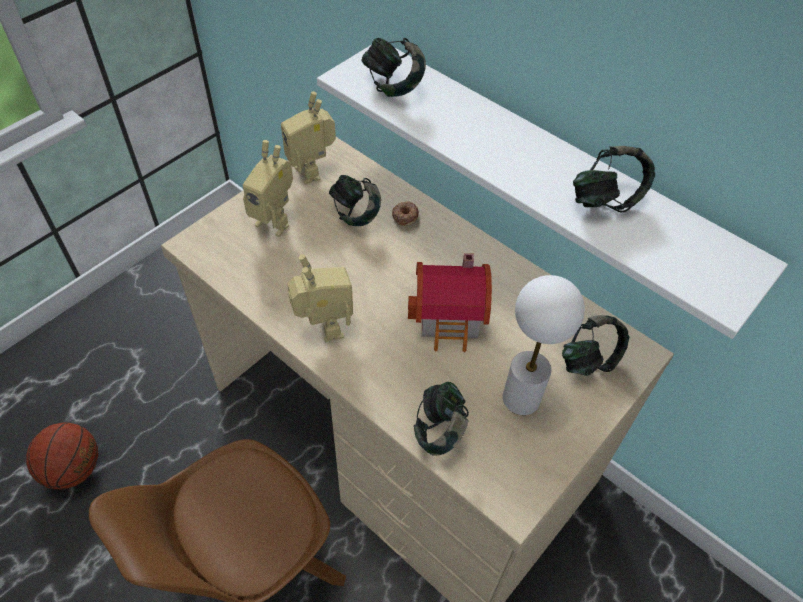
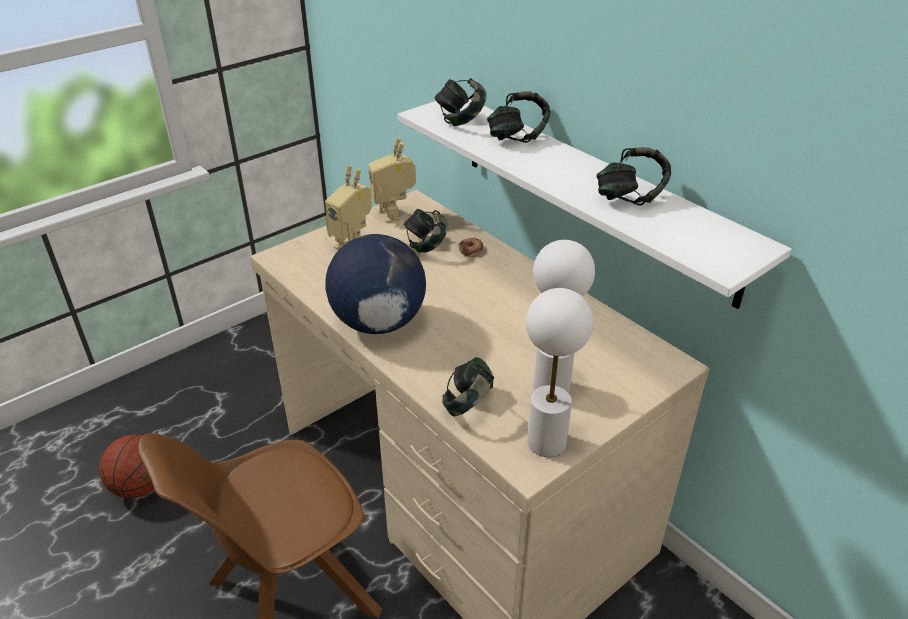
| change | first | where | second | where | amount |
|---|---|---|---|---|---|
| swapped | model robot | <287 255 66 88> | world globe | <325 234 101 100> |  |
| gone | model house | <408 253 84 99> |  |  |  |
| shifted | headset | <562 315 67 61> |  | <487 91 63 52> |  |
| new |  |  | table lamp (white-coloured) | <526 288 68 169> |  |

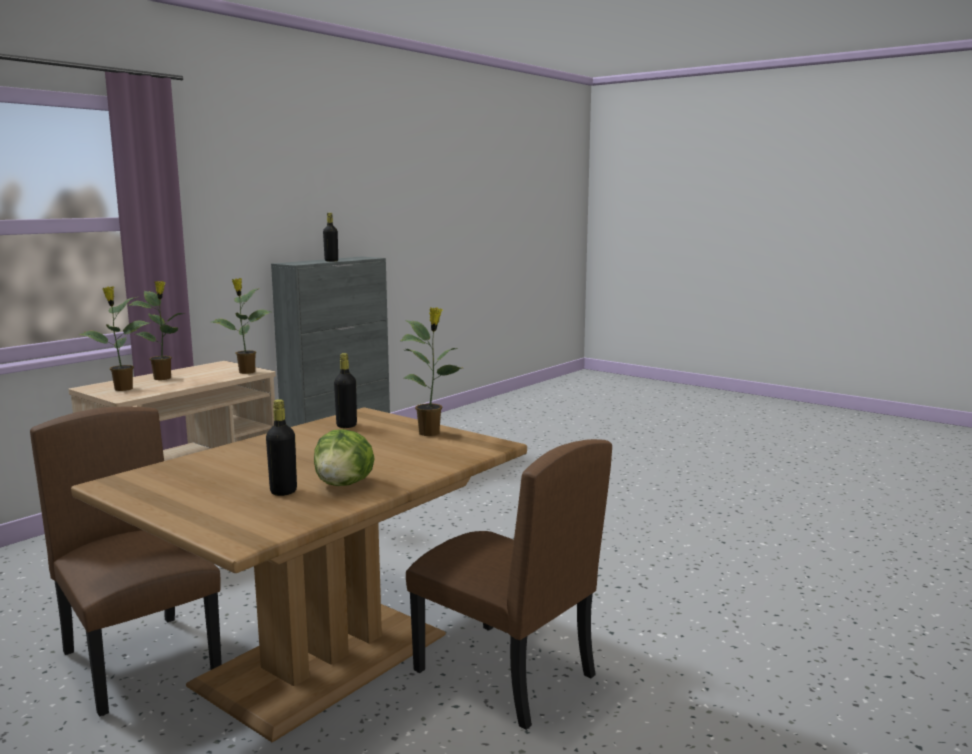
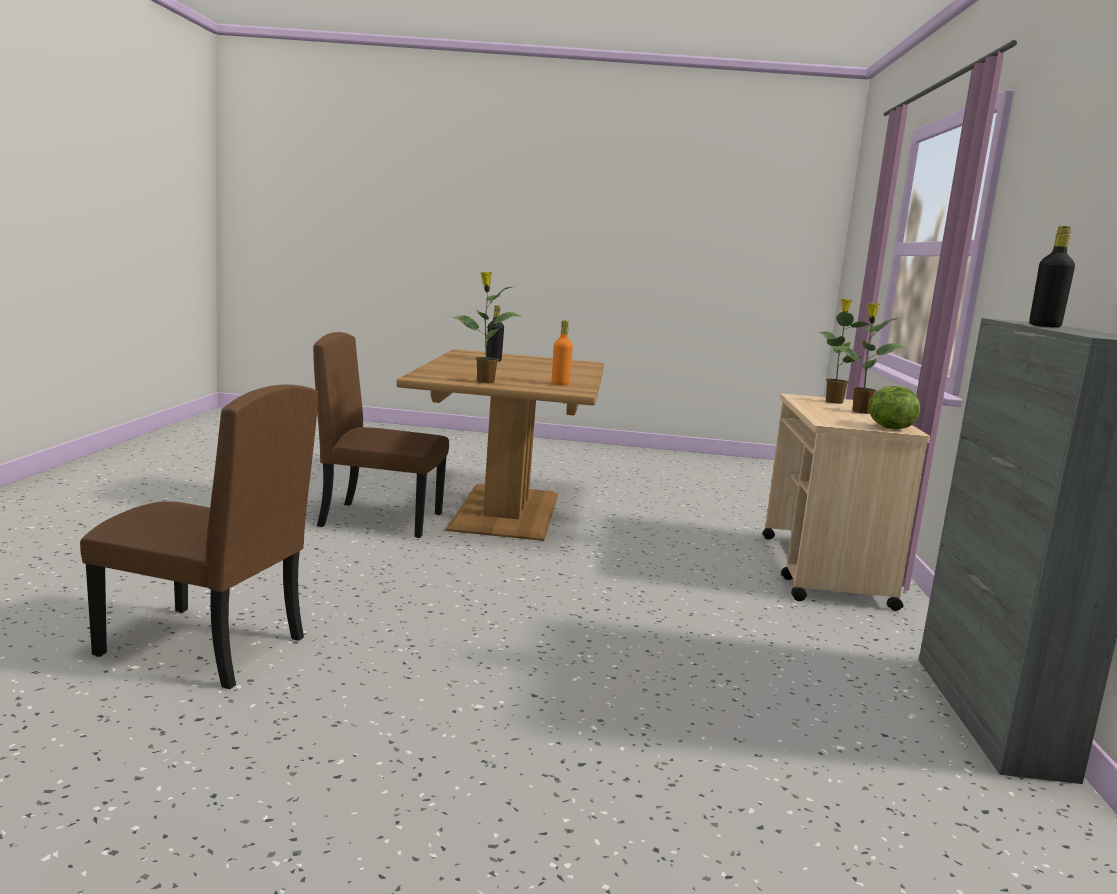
| change | first | where | second | where | amount |
|---|---|---|---|---|---|
| shifted | chair (brown) | <30 406 192 310> |  | <80 385 238 304> |  |
| gone | potted plant | <212 278 60 96> |  |  |  |
| shifted | head of lettuce | <314 429 60 57> |  | <869 386 51 43> |  |
| repainted | bottle (black) | <334 353 23 75> | bottle (orange-coloured) | <552 321 21 65> |  |

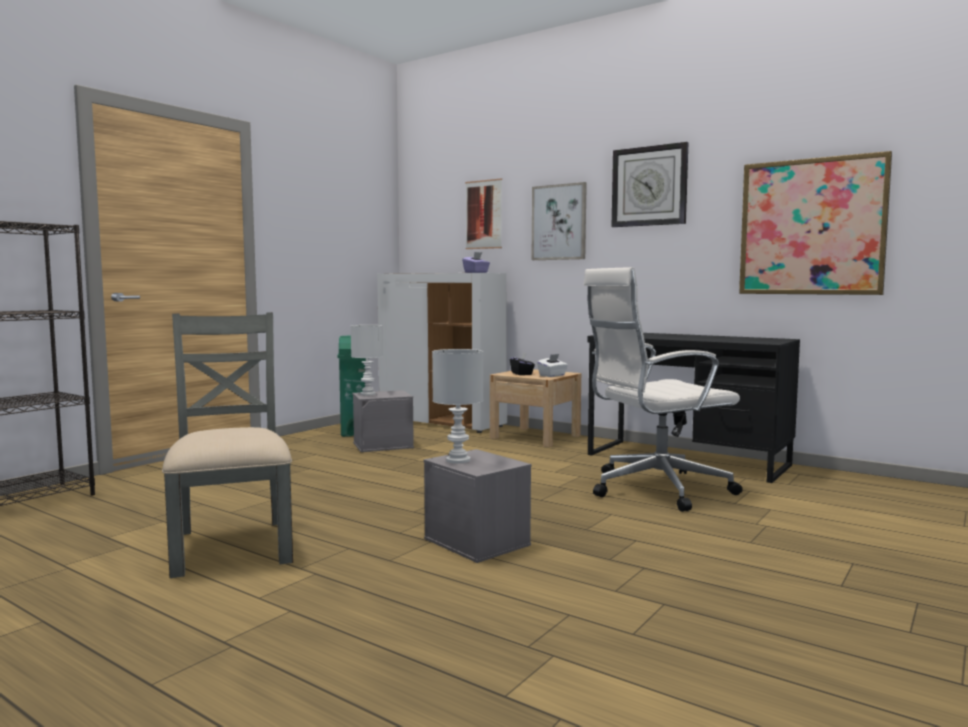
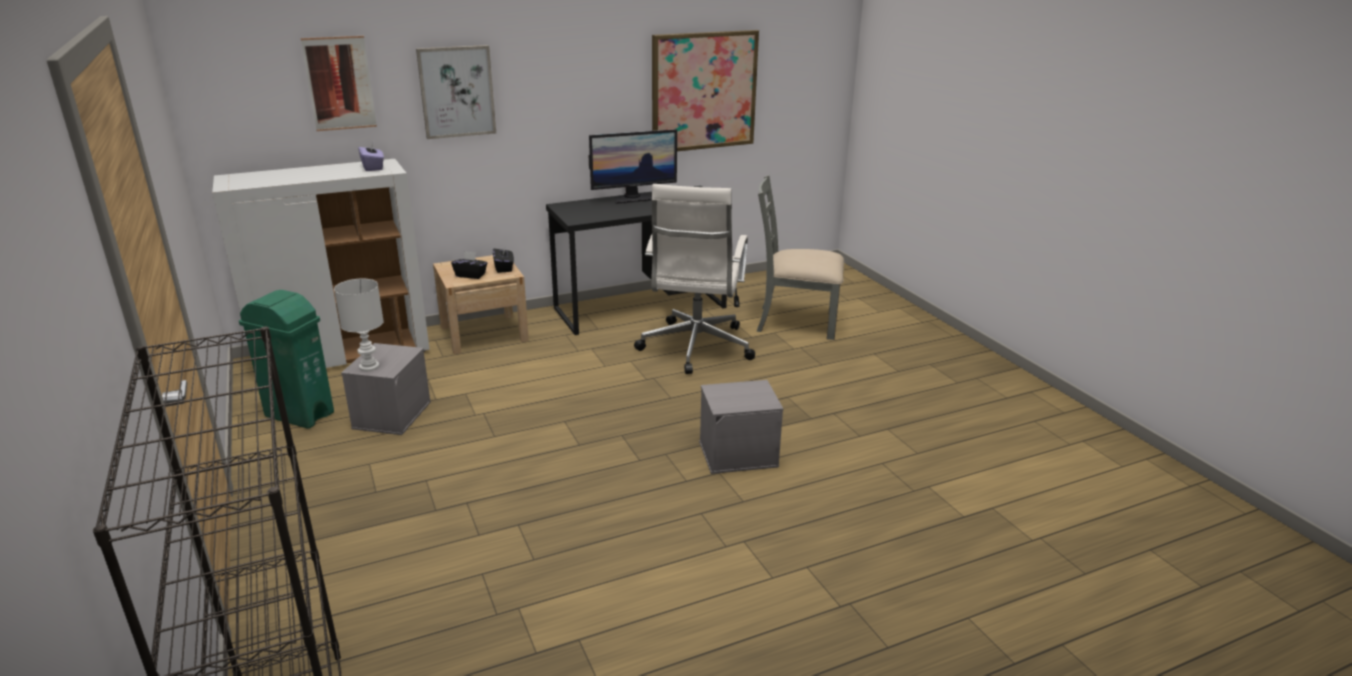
| change | first | where | second | where | amount |
|---|---|---|---|---|---|
| shifted | chair (gray) | <162 312 131 266> |  | <757 175 87 165> |  |
| gone | table lamp (white-coloured) | <432 349 51 115> |  |  |  |
| repainted | tissue box (white-coloured) | <537 354 31 23> | tissue box (black) | <493 245 21 28> |  |
| gone | hanging clock | <612 142 76 85> |  |  |  |
| new |  |  | monitor | <589 129 88 75> |  |

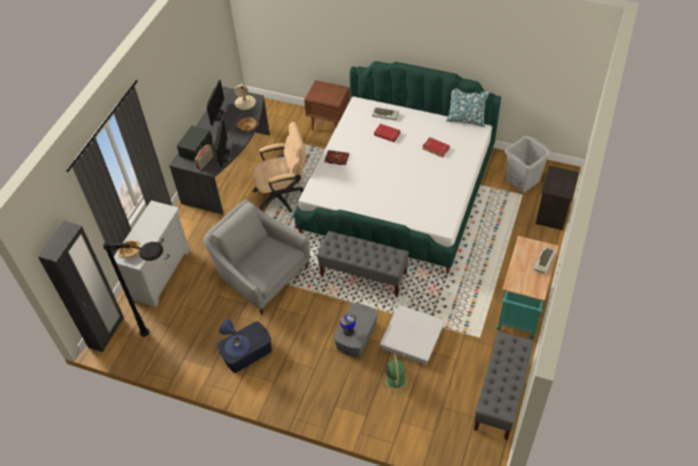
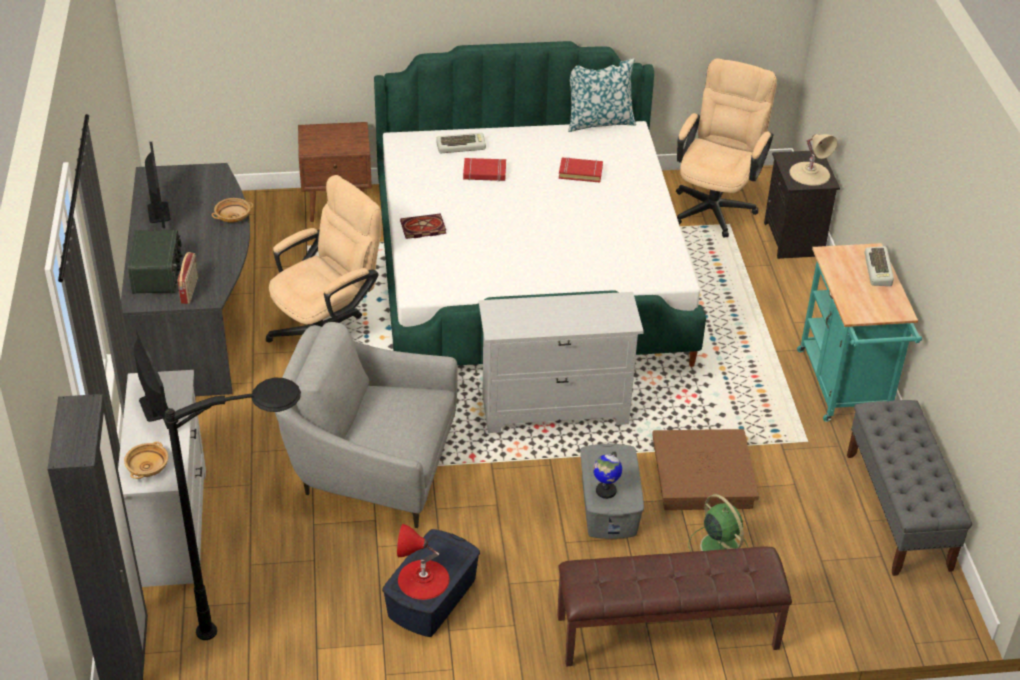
| change | first | where | second | where | amount |
|---|---|---|---|---|---|
| shifted | monitor | <215 119 15 49> |  | <134 327 35 102> |  |
| repainted | table lamp (blue) | <219 319 31 38> | table lamp (red) | <397 524 53 76> |  |
| shifted | table lamp (sand-coloured) | <234 83 22 27> |  | <789 134 48 52> |  |
| swapped | bench (gray) | <317 231 92 65> | chest of drawers (white-coloured) | <479 292 165 141> |  |
| repainted | storage container (white-coloured) | <380 305 65 60> | storage container (brown) | <652 429 107 81> |  |
| swapped | hamper (gray) | <504 136 47 57> | computer chair (sand-coloured) | <676 58 101 180> |  |
| new |  |  | bench (brown) | <557 547 235 119> |  |

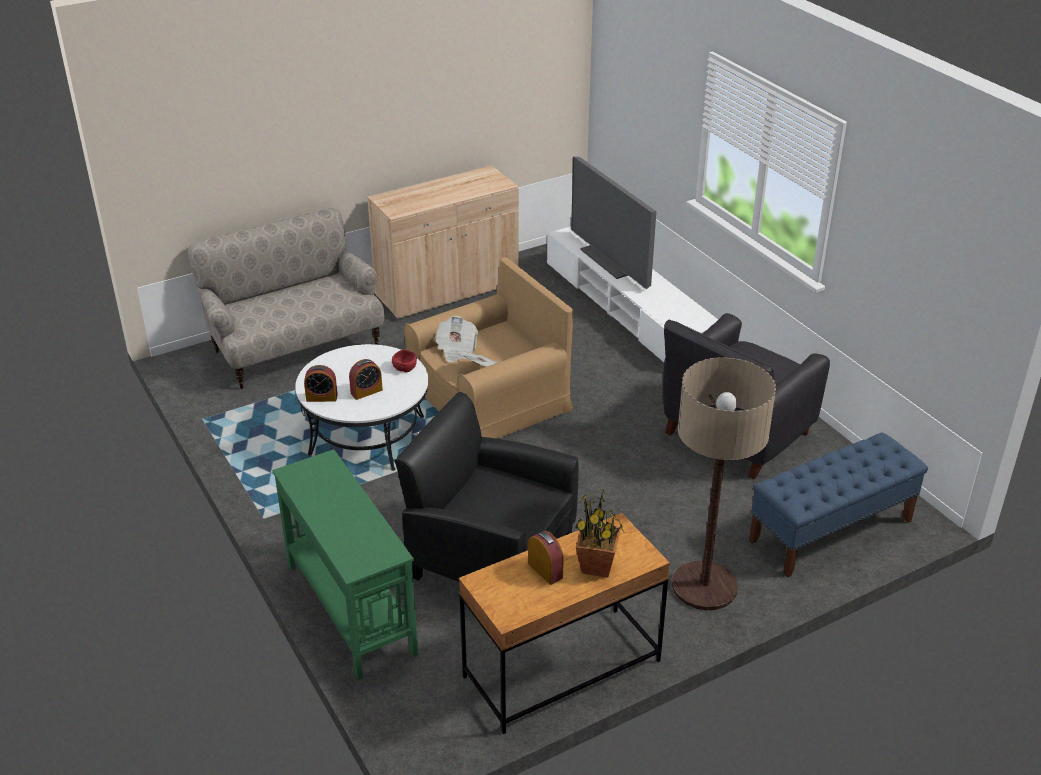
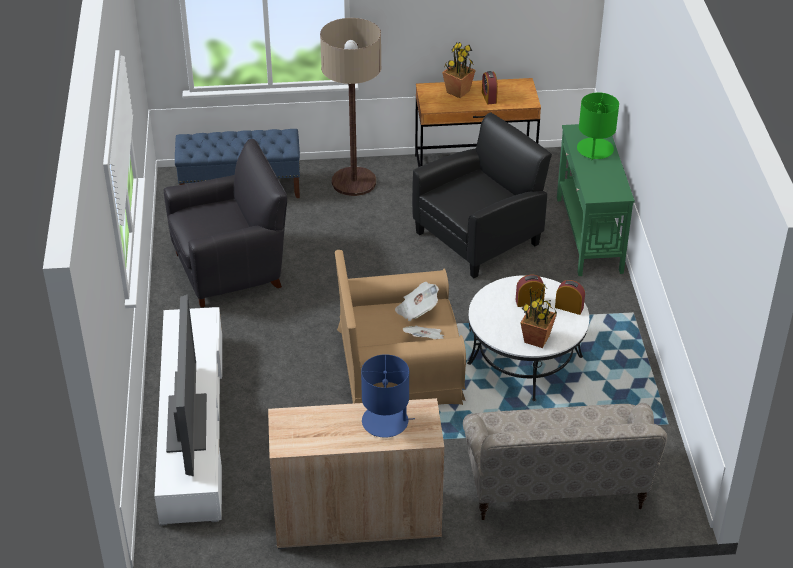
| change | first | where | second | where | amount |
|---|---|---|---|---|---|
| gone | serving bowl (red) | <392 350 25 22> |  |  |  |
| rotated | armchair (black) | <395 392 183 190> |  | <412 113 140 165> | 90 degrees counterclockwise |
| new |  |  | table lamp (blue) | <361 354 54 84> |  |
| new |  |  | potted plant | <520 282 37 66> |  |
| new |  |  | table lamp (greenish) | <577 92 42 69> |  |

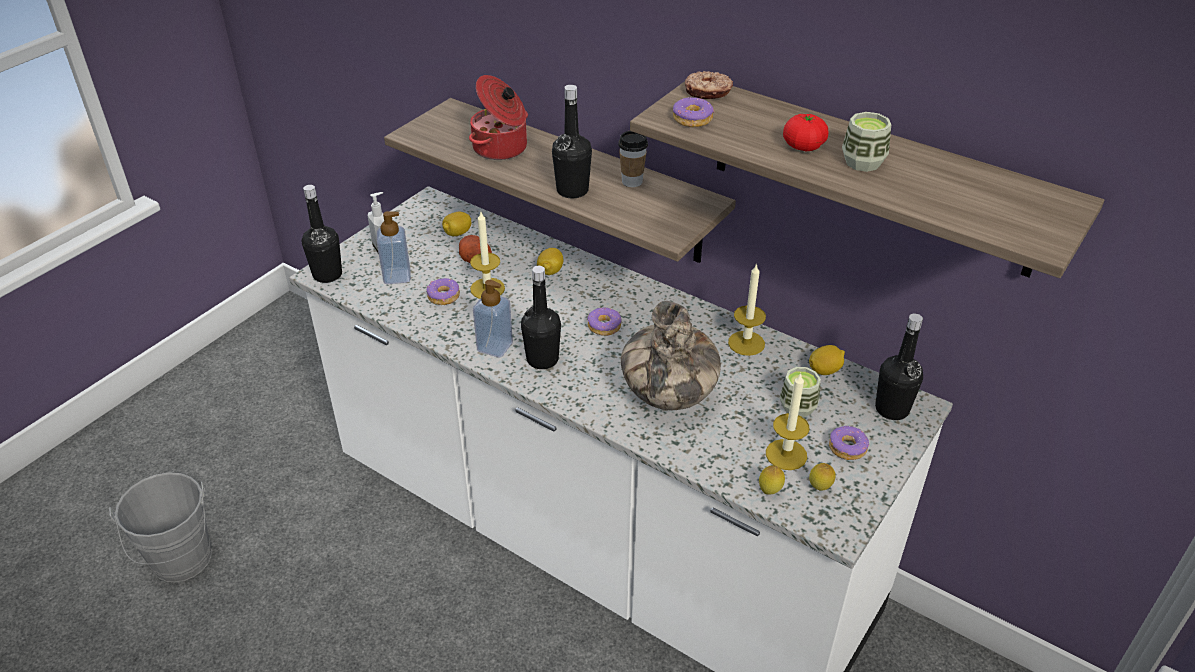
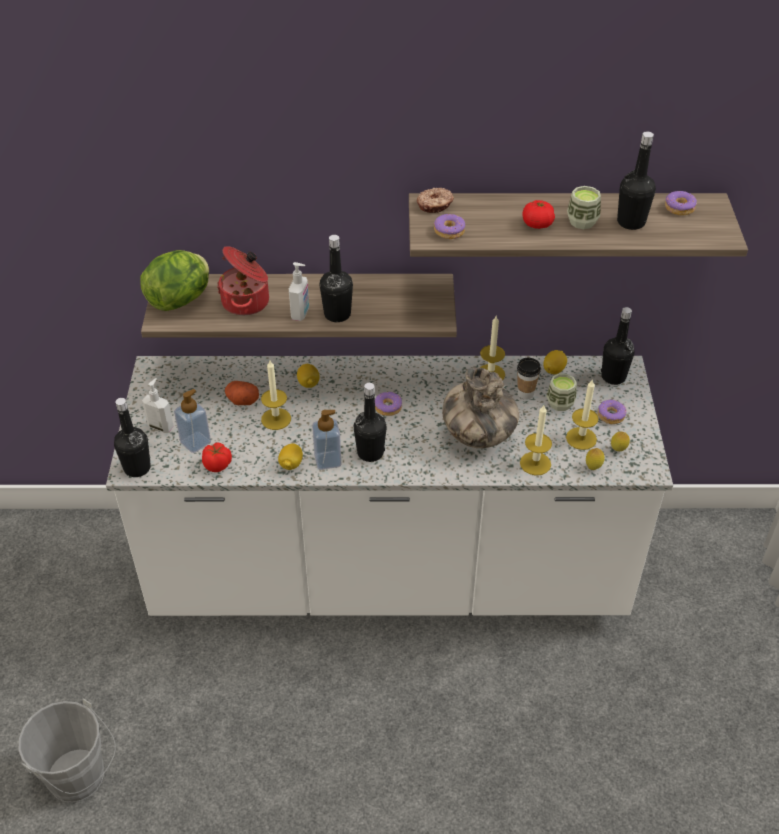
| change | first | where | second | where | amount |
|---|---|---|---|---|---|
| shifted | doughnut | <426 278 34 27> |  | <665 191 32 24> |  |
| shifted | citrus fruit | <442 212 30 24> |  | <278 443 25 27> |  |
| shifted | cup | <618 131 30 56> |  | <517 358 24 42> |  |
| new |  |  | head of lettuce | <140 250 69 61> |  |
| new |  |  | fresh tomato | <202 442 30 30> |  |
| new |  |  | soap bottle | <289 262 20 59> |  |
| new |  |  | wax candle | <520 405 32 70> |  |
| new |  |  | bottle (black) | <617 132 39 98> |  |

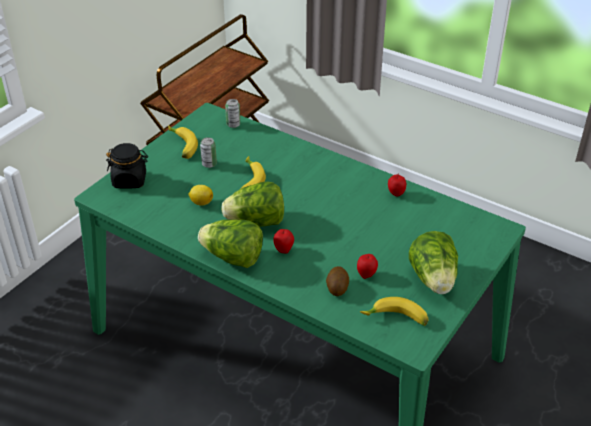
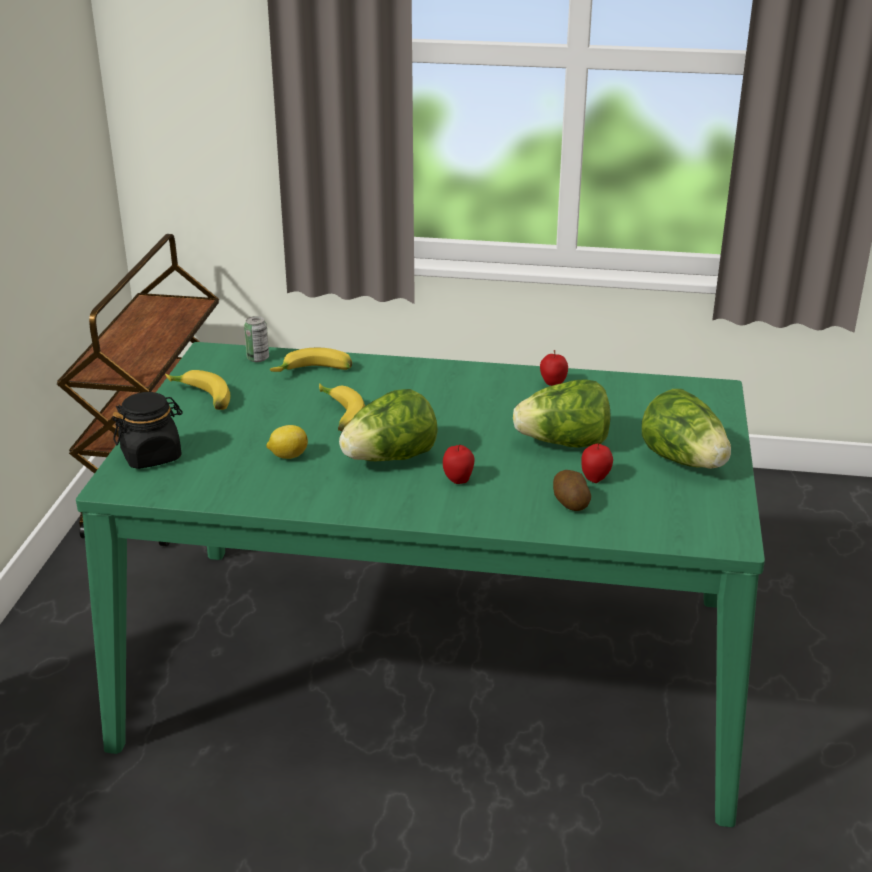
| change | first | where | second | where | amount |
|---|---|---|---|---|---|
| shifted | head of lettuce | <198 219 65 49> |  | <513 379 98 68> |  |
| gone | metal can | <200 137 17 31> |  |  |  |
| shifted | whole banana | <360 297 68 29> |  | <270 348 82 24> |  |

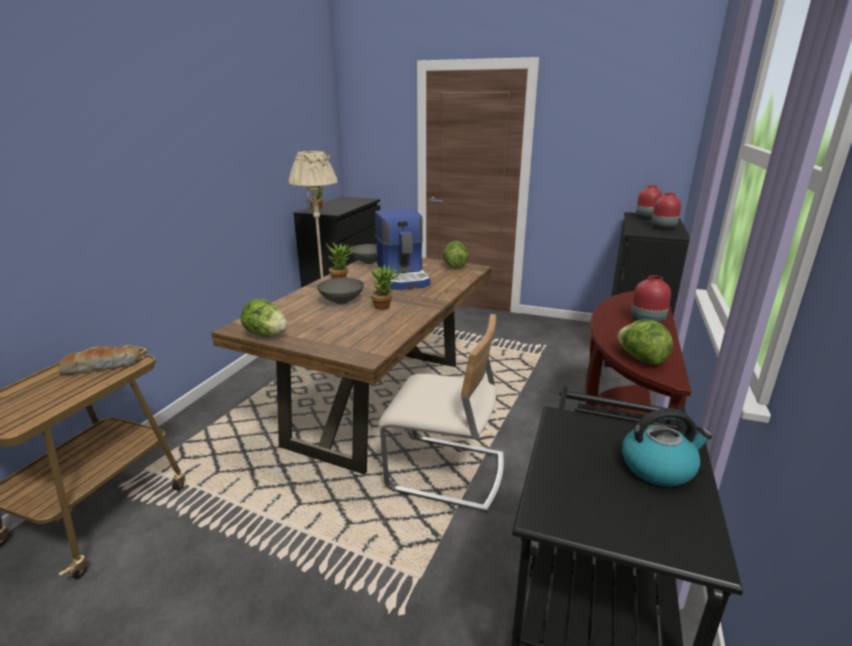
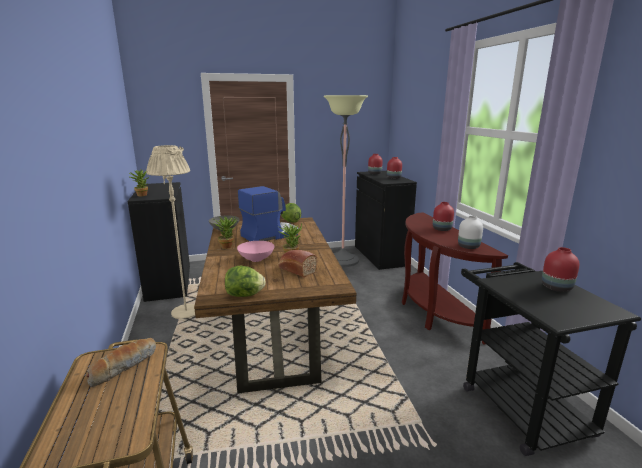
| change | first | where | second | where | amount |
|---|---|---|---|---|---|
| repainted | serving bowl (gray) | <317 278 47 26> | serving bowl (pink) | <237 241 38 21> |  |
| rotated | coffee brewer | <375 209 55 81> |  | <238 186 60 55> | 75 degrees counterclockwise |
| gone | chair (sand-coloured) | <378 314 126 199> |  |  |  |
| swapped | head of lettuce | <618 319 55 46> | decorative vase (white-coloured) | <458 216 25 33> |  |
| swapped | tea kettle | <622 408 91 79> | decorative vase (red) | <542 247 37 45> |  |
| new |  |  | baked bread | <278 250 39 27> |  |
| new |  |  | standing lamp | <324 95 44 172> |  |

